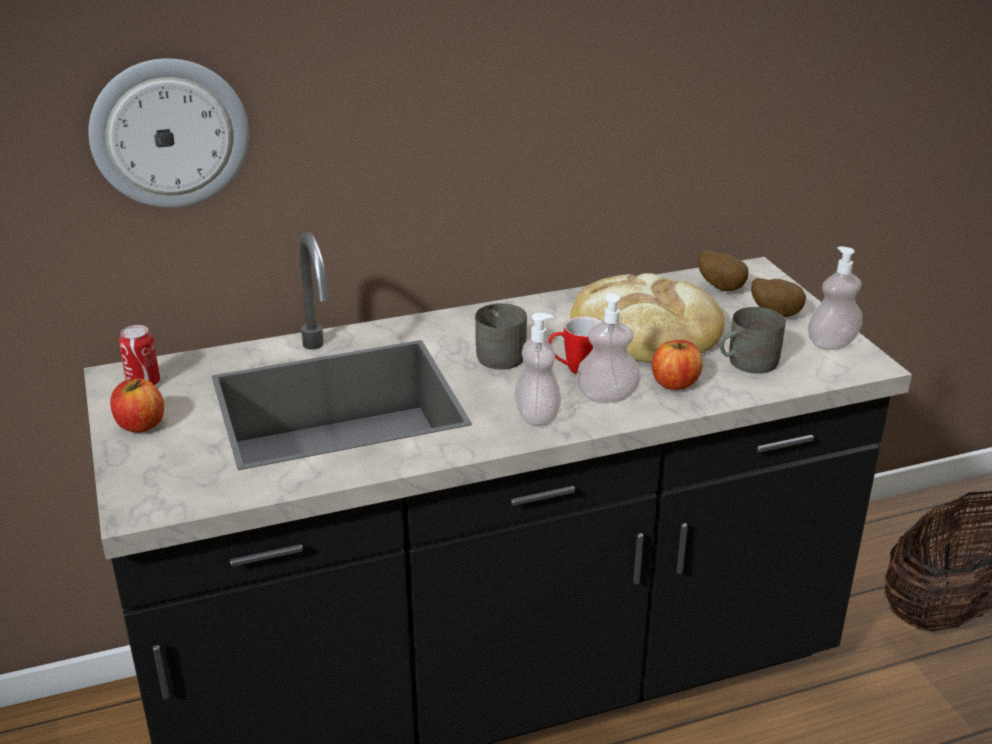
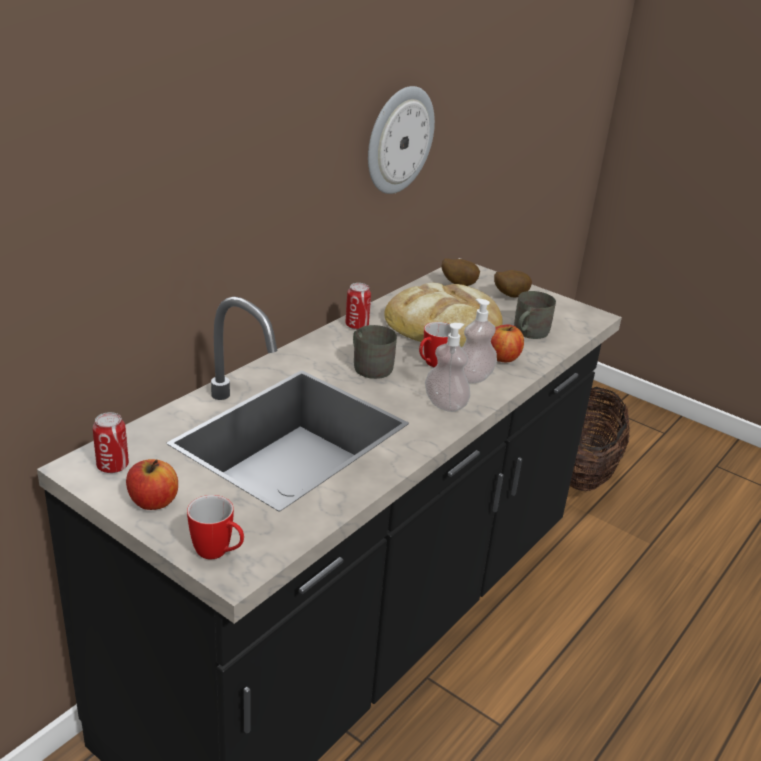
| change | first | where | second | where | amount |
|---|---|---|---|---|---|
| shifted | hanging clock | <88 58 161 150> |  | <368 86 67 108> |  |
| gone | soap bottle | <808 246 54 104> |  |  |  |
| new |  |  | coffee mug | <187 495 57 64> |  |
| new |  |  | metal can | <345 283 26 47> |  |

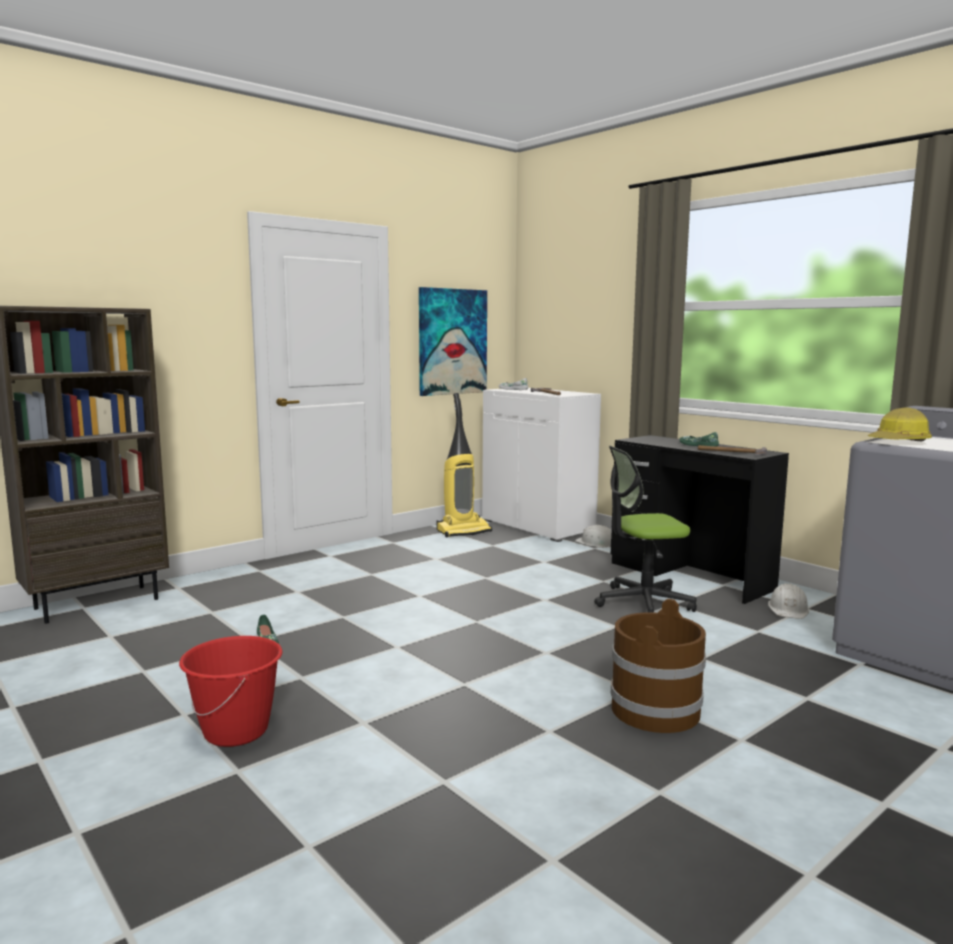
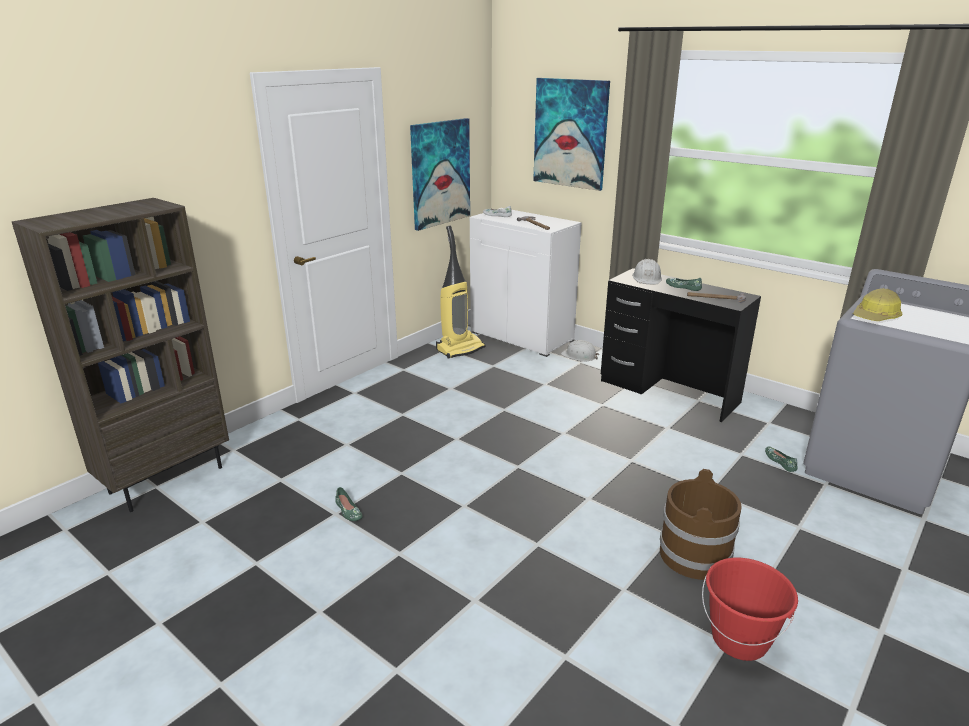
| change | first | where | second | where | amount |
|---|---|---|---|---|---|
| shifted | water bucket (red) | <179 636 104 111> |  | <702 558 96 103> |  |
| gone | computer chair | <594 446 103 166> |  |  |  |
| shifted | hard hat (white-coloured) | <768 583 41 36> |  | <632 259 30 26> |  |
| new |  |  | wall picture | <533 78 77 113> |  |
| new |  |  | item of footwear (greenish) | <765 446 33 26> |  |

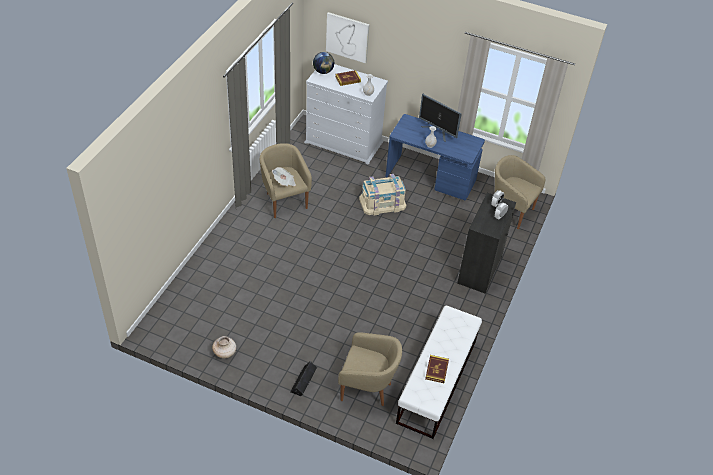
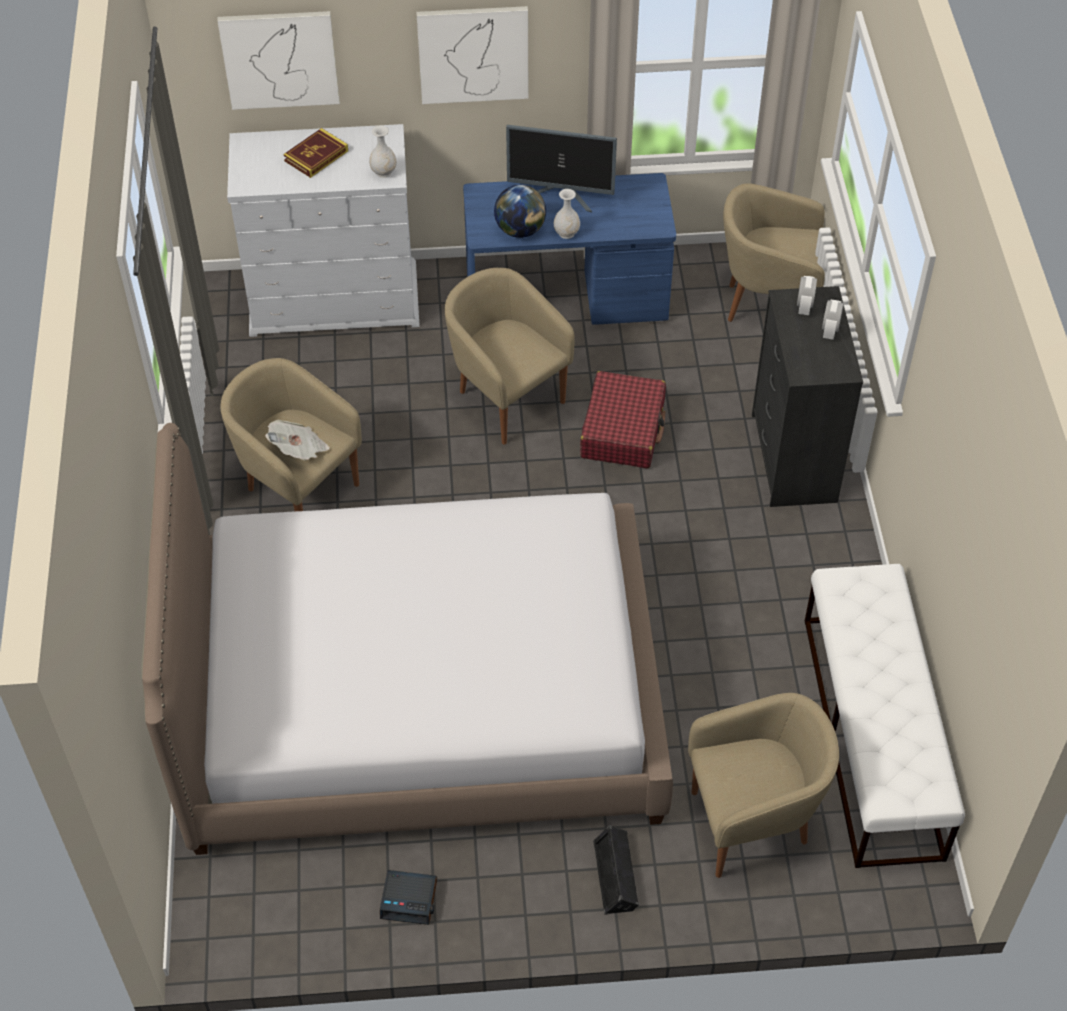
| change | first | where | second | where | amount |
|---|---|---|---|---|---|
| swapped | decorative vase (sand-coloured) | <212 336 24 22> | bedside clock | <380 870 57 55> |  |
| shifted | world globe | <313 52 21 22> |  | <494 185 52 53> |  |
| swapped | storage container (sand-coloured) | <359 174 47 42> | armchair (sand-coloured) | <445 268 130 177> |  |
| gone | bound book | <425 355 24 28> |  |  |  |
| new |  |  | sleeping bed | <141 423 532 432> |  |
| new |  |  | wall picture | <416 6 112 98> |  |
| new |  |  | travel case (red) | <580 371 86 97> |  |

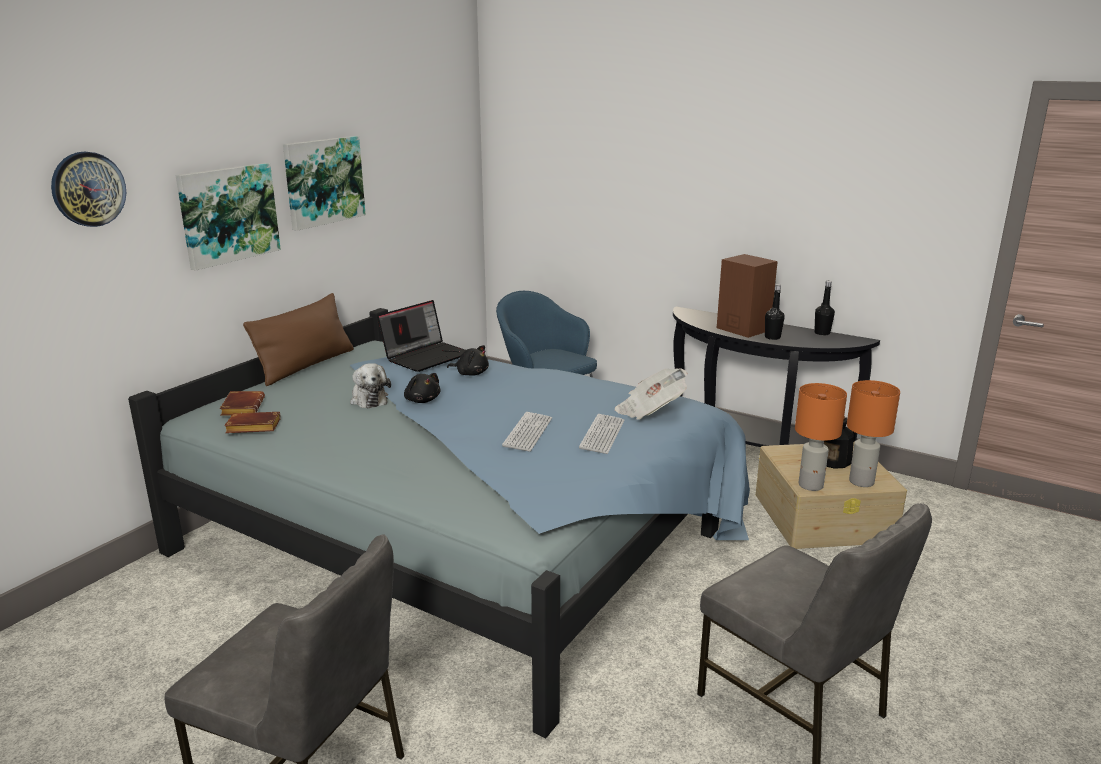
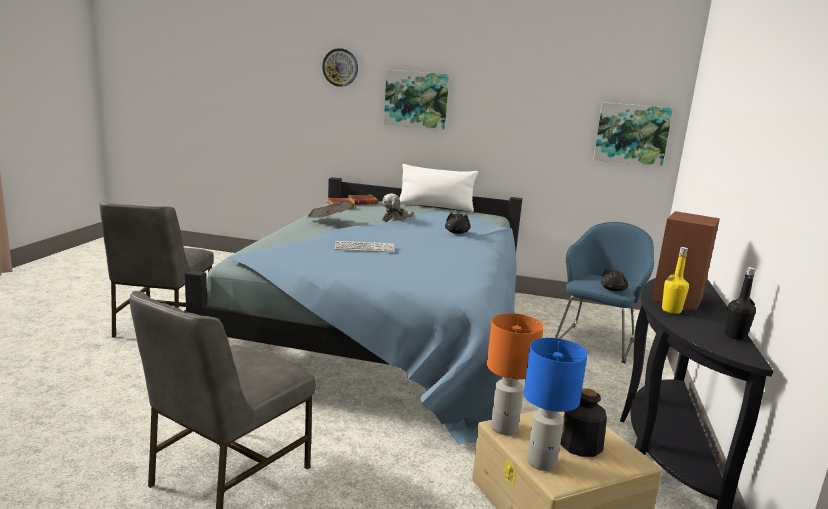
| change | first | where | second | where | amount |
|---|---|---|---|---|---|
| repainted | pillow (brown) | <243 293 111 93> | pillow (white-coloured) | <400 164 78 48> |  |
| shifted | wall picture | <283 136 83 95> |  | <593 102 80 65> |  |
| gone | portable computer | <377 300 88 72> |  |  |  |
| shifted | plush toy (black) | <404 373 36 30> |  | <601 268 27 23> |  |
| gone | computer keyboard | <579 414 45 40> |  |  |  |
| shifted | daily paper | <615 369 73 51> |  | <308 201 44 17> |  |
| repainted | bottle (black) | <765 284 20 56> | bottle (yellow) | <662 247 27 67> |  |
| repainted | table lamp (orange-coloured) | <847 380 53 107> | table lamp (blue) | <524 338 64 133> |  |

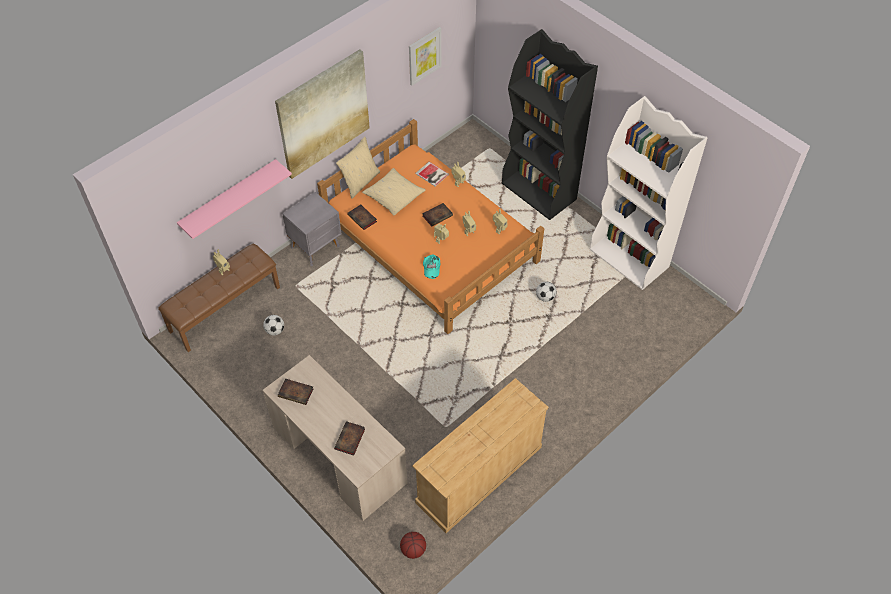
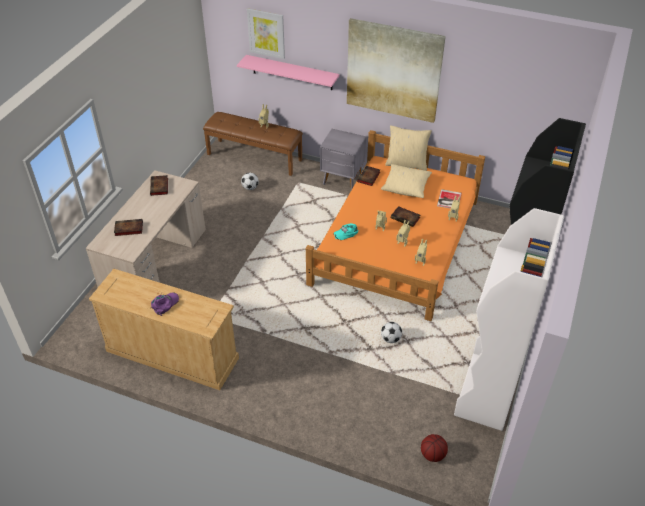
| change | first | where | second | where | amount |
|---|---|---|---|---|---|
| shifted | ball for basketball | <400 532 26 27> |  | <421 434 27 28> |  |
| shifted | wall picture | <409 27 32 59> |  | <247 8 38 51> |  |
| new |  |  | peaked cap (purple-coloured) | <151 292 28 24> |  |

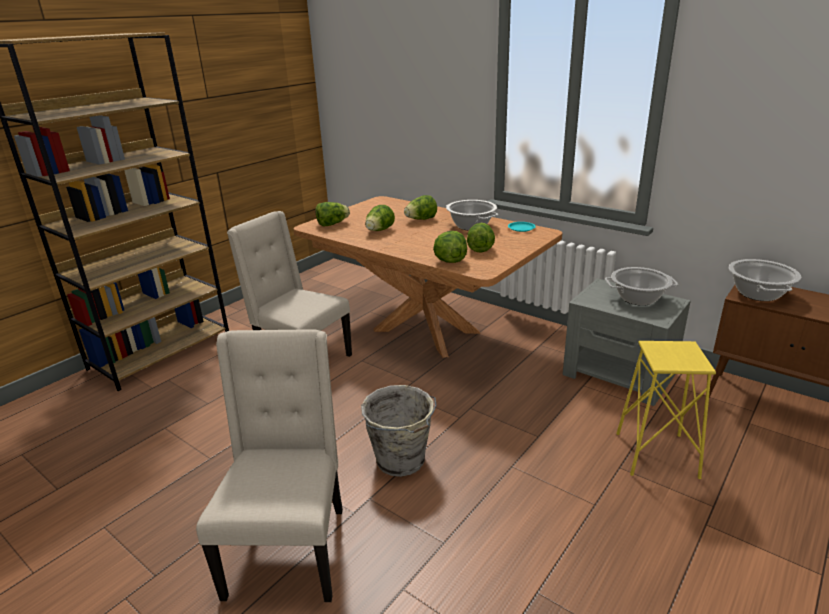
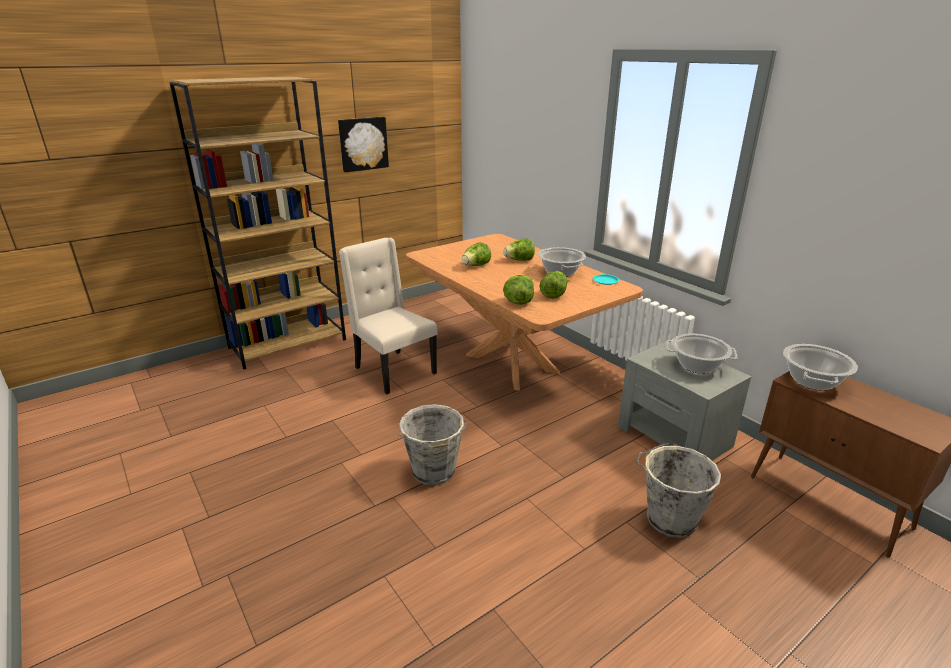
| change | first | where | second | where | amount |
|---|---|---|---|---|---|
| gone | chair (sand-coloured) | <196 329 147 273> |  |  |  |
| gone | head of lettuce | <316 202 34 24> |  |  |  |
| swapped | stool seat (yellow) | <616 341 100 138> | water bucket (gray) | <636 443 85 95> |  |
| new |  |  | wall picture | <338 117 51 55> |  |

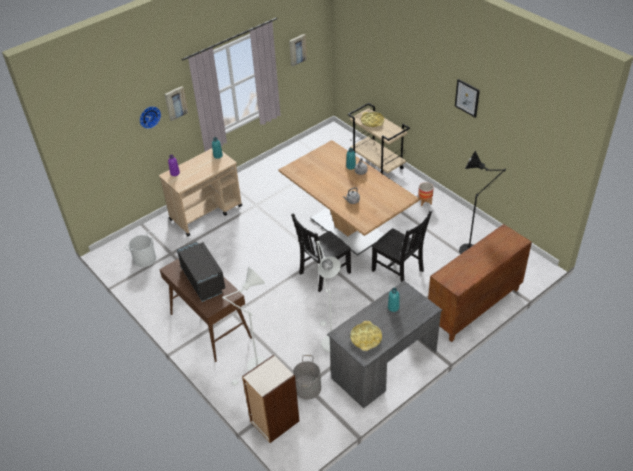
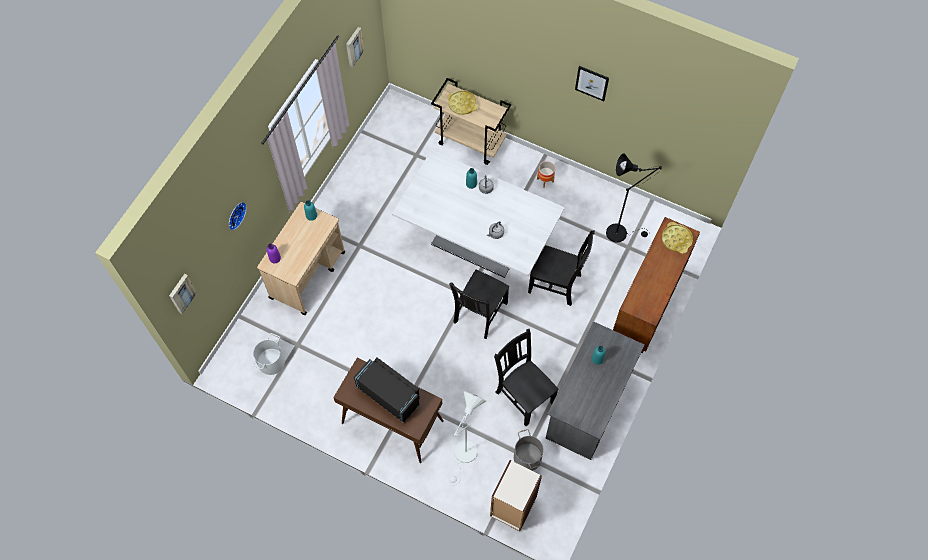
| change | first | where | second | where | amount |
|---|---|---|---|---|---|
| shifted | wall picture | <165 86 23 35> |  | <169 274 28 40> |  |
| repainted | kitchen table (brown) | <278 140 142 116> | kitchen table (white-coloured) | <392 150 173 128> |  |
| swapped | standing lamp (white-coloured) | <316 241 25 111> | chair (black) | <494 329 64 97> |  |
| shifted | tray (yellow) | <350 321 32 30> |  | <662 222 31 32> |  |

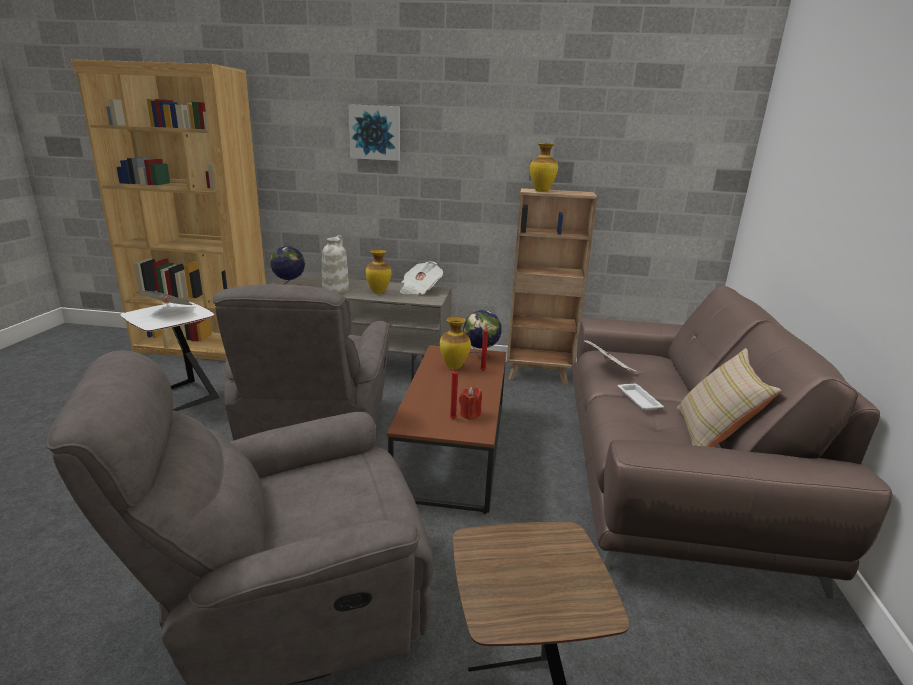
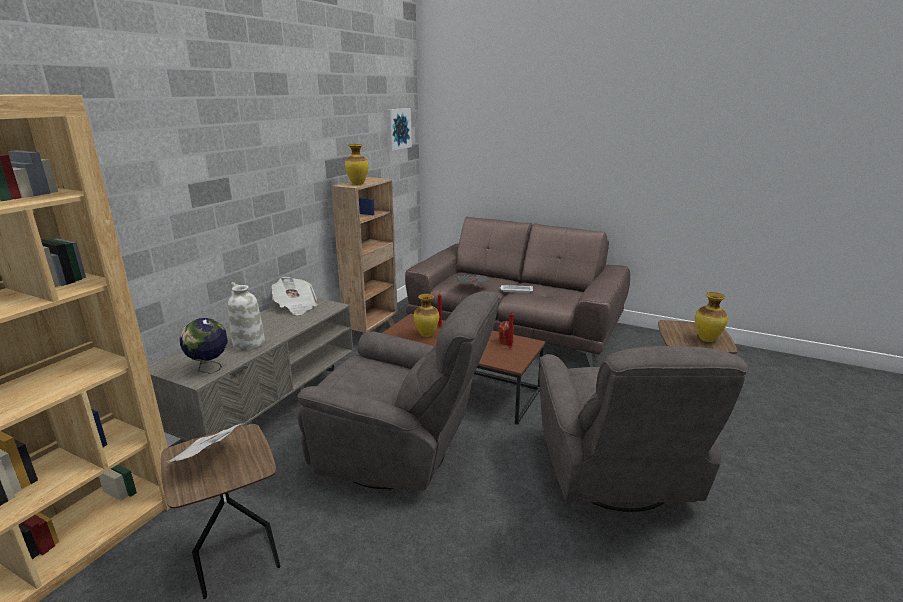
| change | first | where | second | where | amount |
|---|---|---|---|---|---|
| repainted | accent table (white-coloured) | <121 301 99 110> | accent table (brown) | <161 424 120 175> |  |
| shifted | wall picture | <349 104 51 57> |  | <386 108 26 43> |  |
| shifted | decorative vase | <365 249 27 45> |  | <695 292 33 50> |  |
| gone | world globe | <463 310 39 49> |  |  |  |
| gone | pillow (sand-coloured) | <677 348 105 99> |  |  |  |

